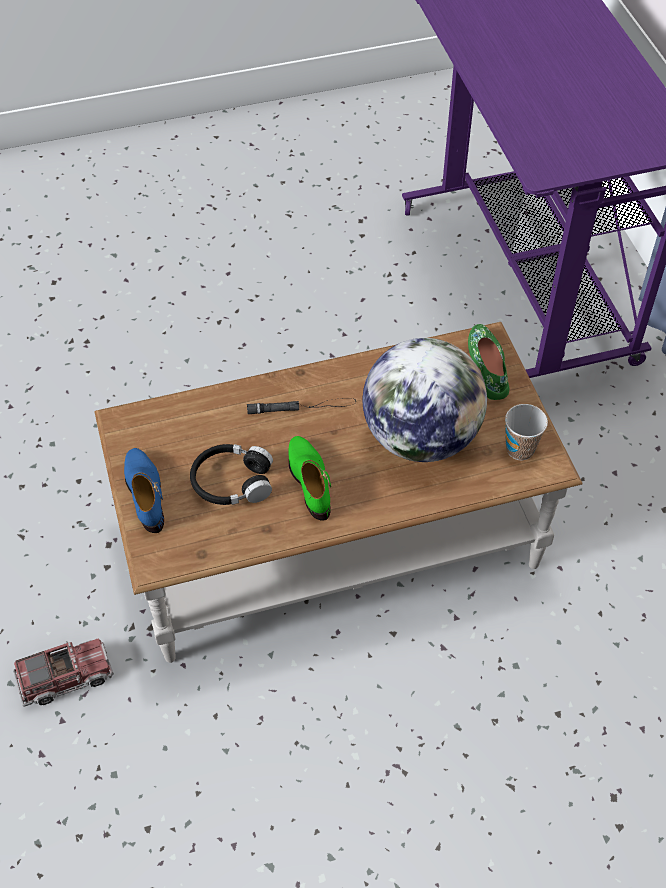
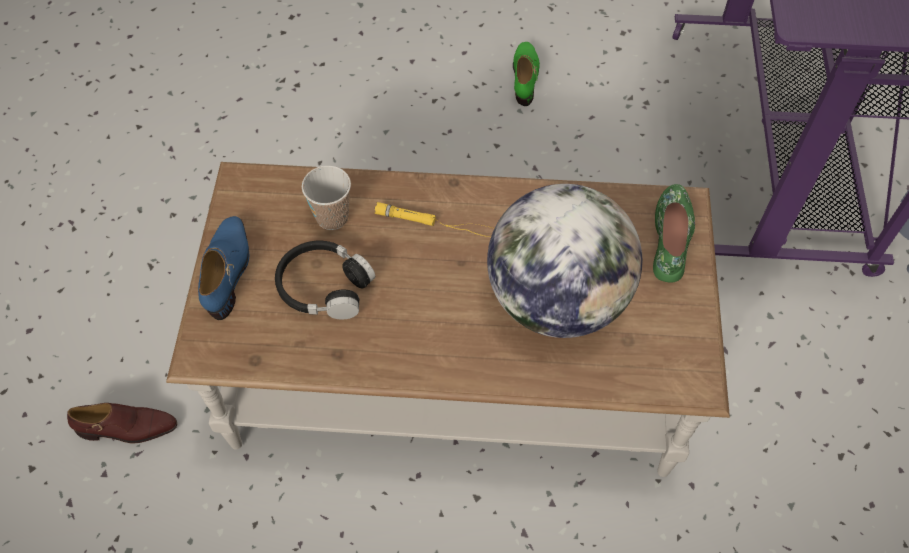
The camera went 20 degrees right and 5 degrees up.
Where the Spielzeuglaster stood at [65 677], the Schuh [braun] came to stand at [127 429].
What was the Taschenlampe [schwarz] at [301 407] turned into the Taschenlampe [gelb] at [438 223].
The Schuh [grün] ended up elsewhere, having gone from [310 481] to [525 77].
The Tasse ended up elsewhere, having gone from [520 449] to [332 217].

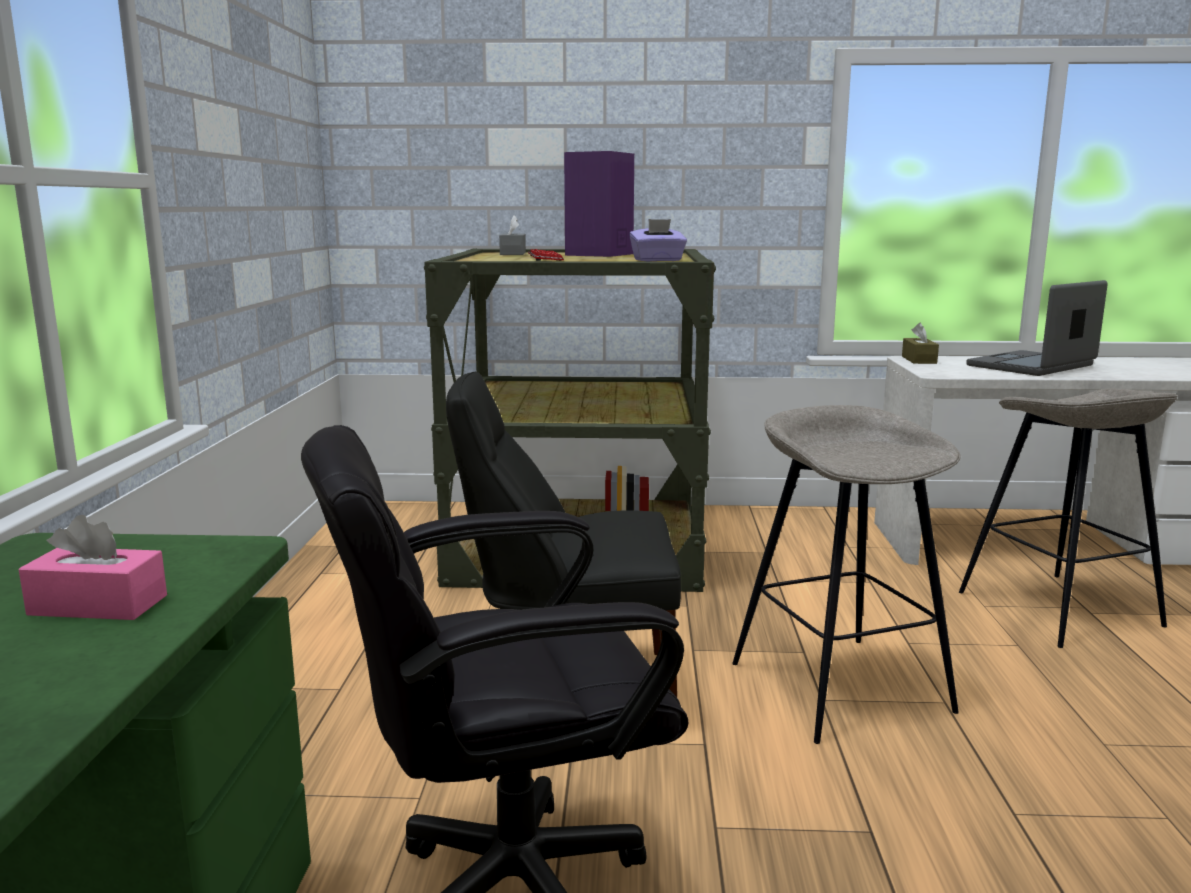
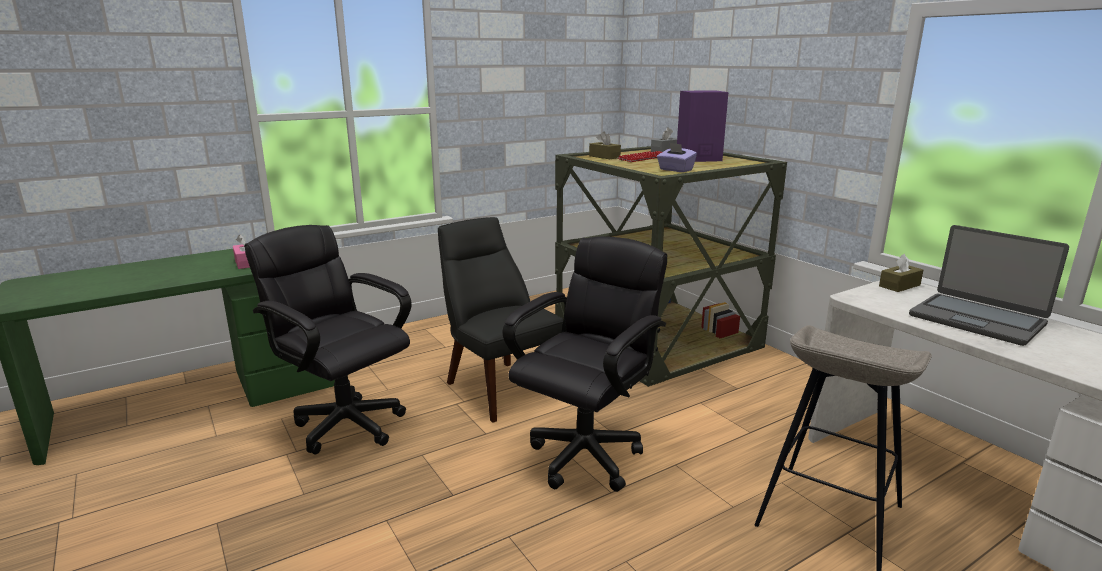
The camera went 55 degrees right and 5 degrees up.
Where the Hocker [grau] stood at [840 686], the Bürostuhl [schwarz] came to stand at [587 454].
The Laptop at [1032 366] ended up facing another way, 150 degrees counterclockwise from before.
The second view gained the Taschentuchbox [braun] at [604 157].

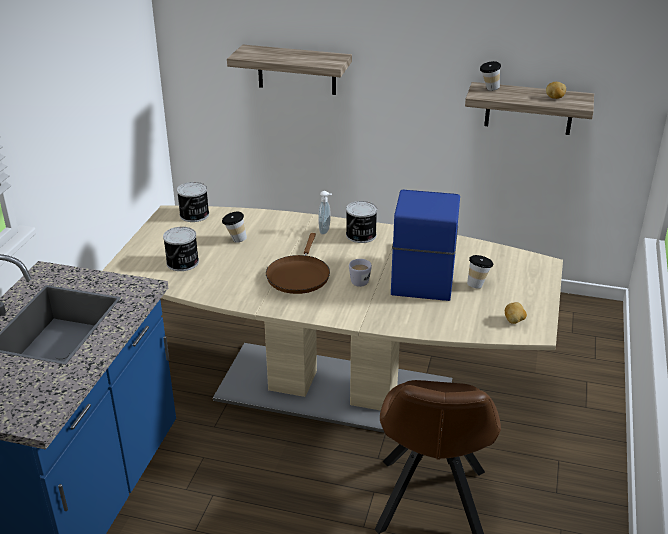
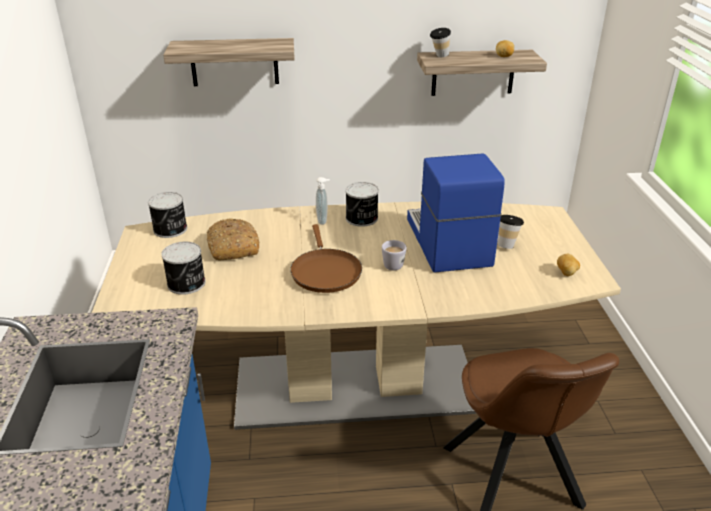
The camera went 20 degrees left and 0 degrees up.
Where the Tasse stood at [235 240], the Brot came to stand at [232 247].

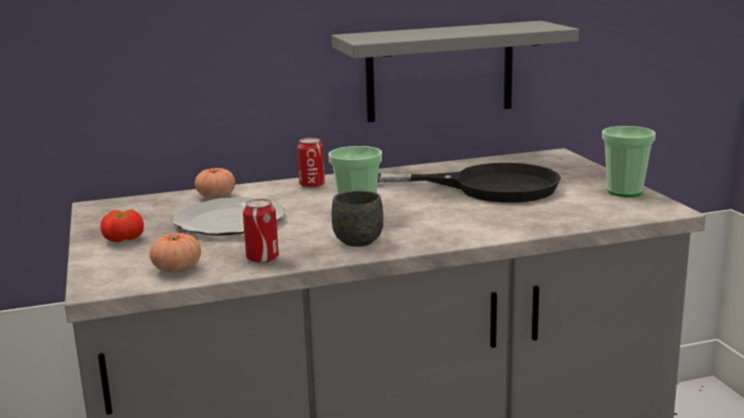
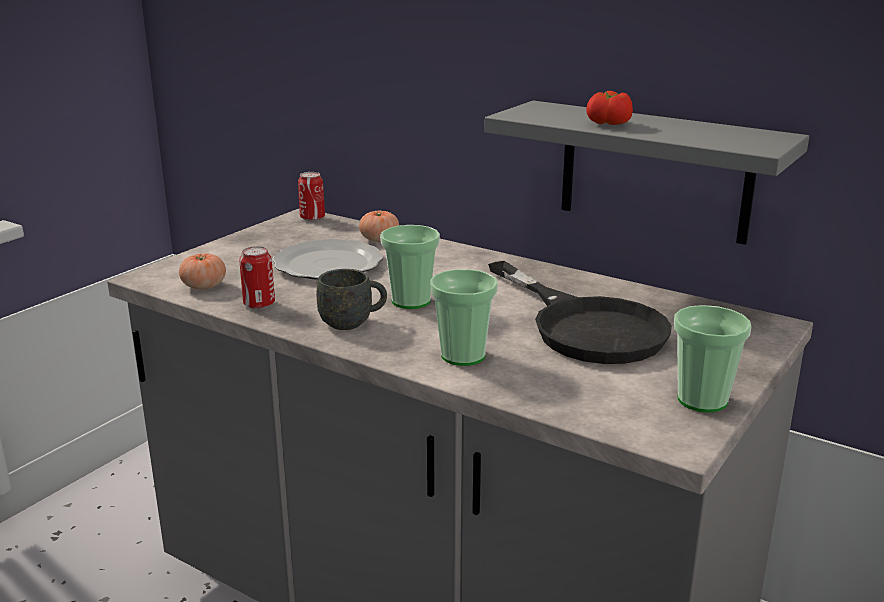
The camera went 50 degrees right and 5 degrees up.
The Tomate ended up elsewhere, having gone from [122 240] to [607 124].
The Dose ended up elsewhere, having gone from [312 185] to [312 218].
The second view gained the Tasse at [463 355].

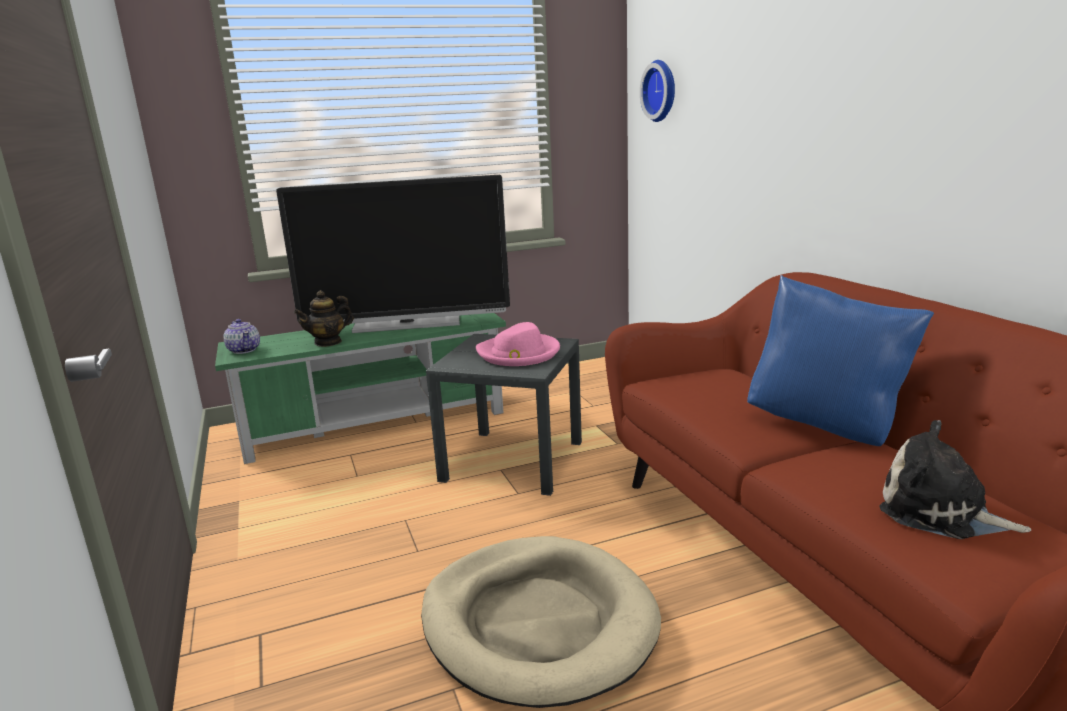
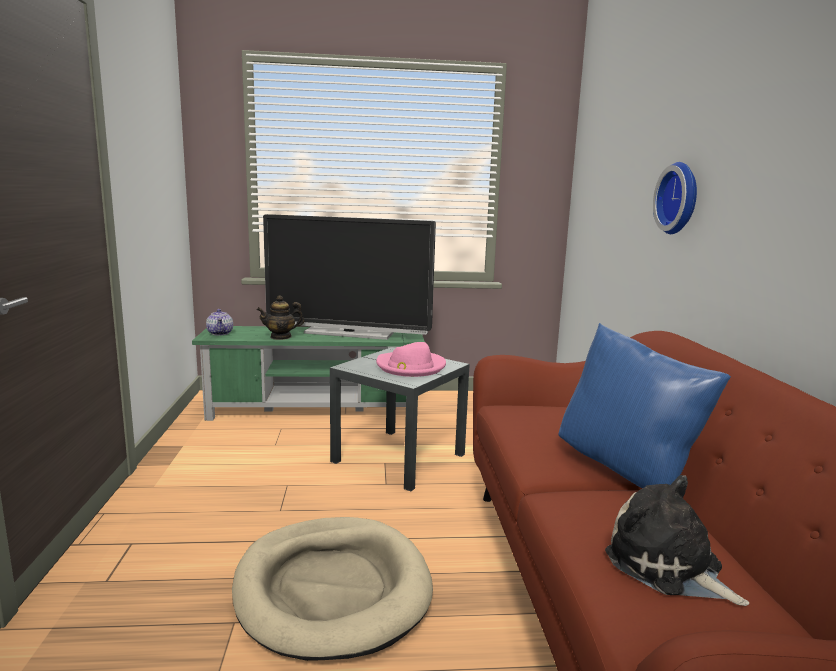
The camera went 15 degrees right and 5 degrees down.
The Wanduhr ended up elsewhere, having gone from [662 91] to [680 198].

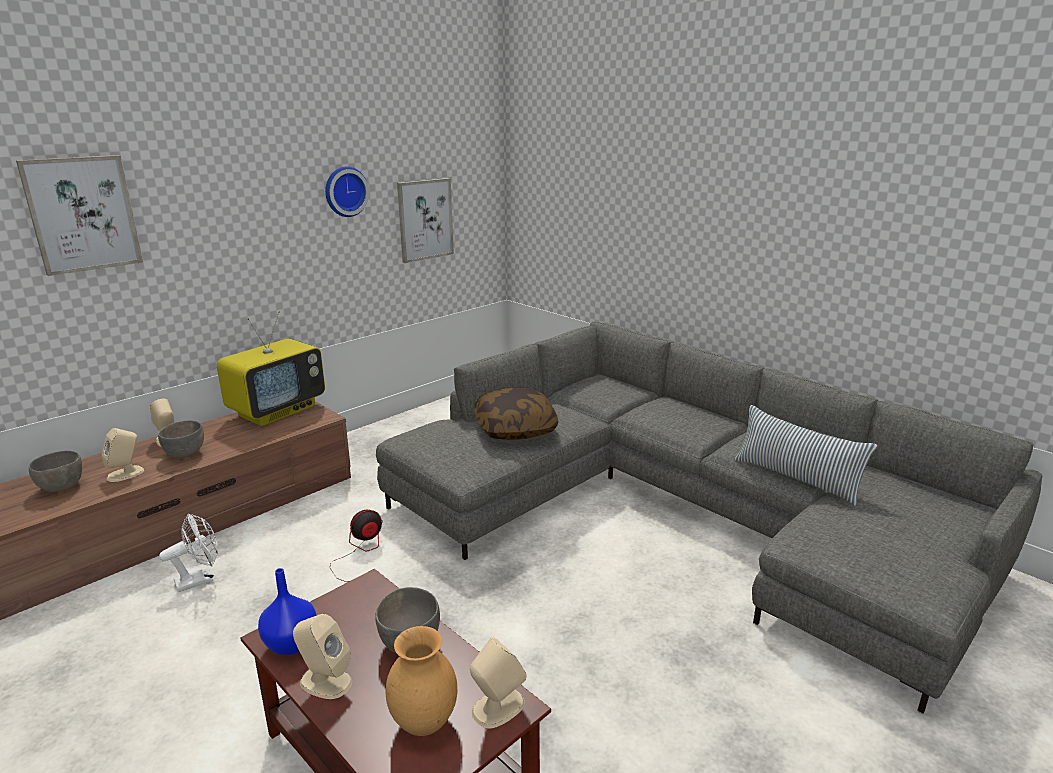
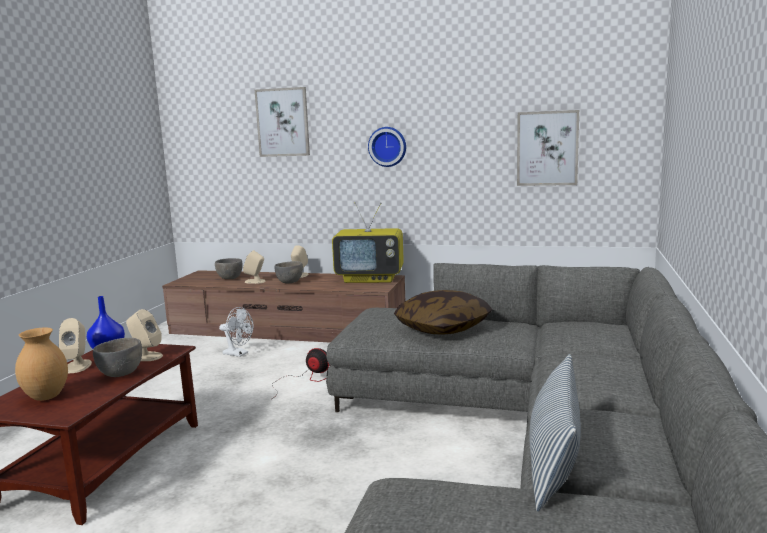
The camera went 60 degrees right and 10 degrees down.
The Wanduhr ended up elsewhere, having gone from [345 191] to [387 146].
The Lautsprecher [beige] ended up elsewhere, having gone from [497 707] to [146 356].

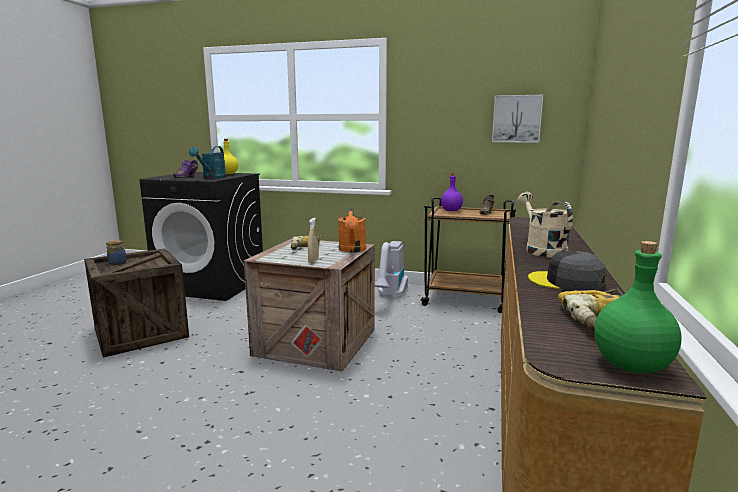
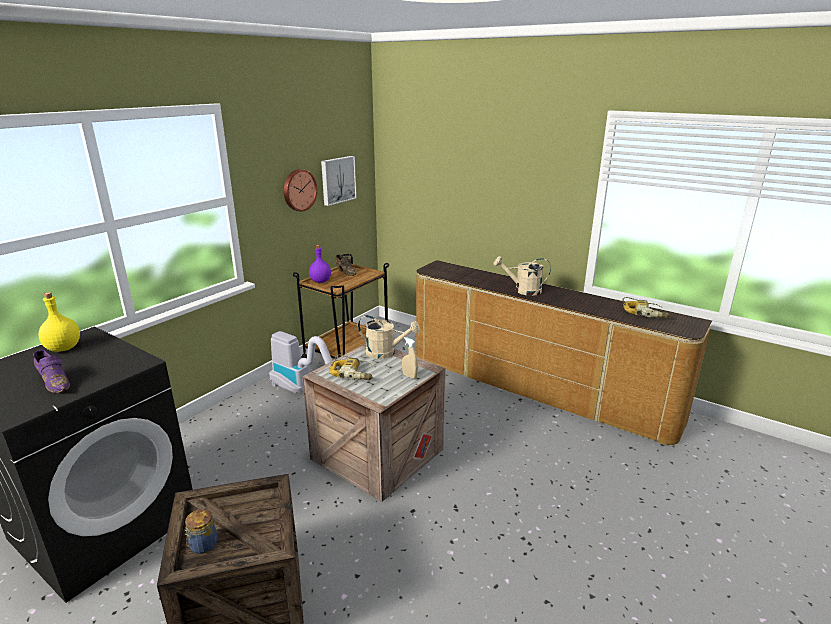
The camera went 70 degrees left and 10 degrees up.
The second view lost the Gießkanne [türkis] at [212 178].
What was the Gießkanne [orange] at [352 250] turned into the Gießkanne [beige] at [386 353].
The second view lost the Kappe [grau] at [566 282].
The second view lost the Flasche [grün] at [629 365].
The second view gained the Wanduhr at [299 190].

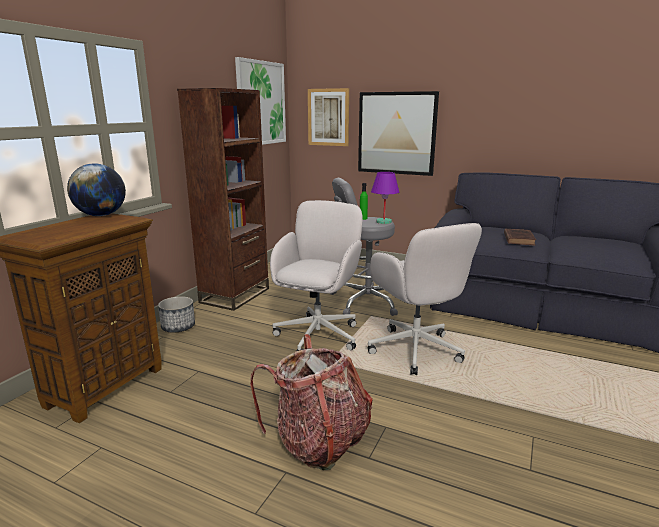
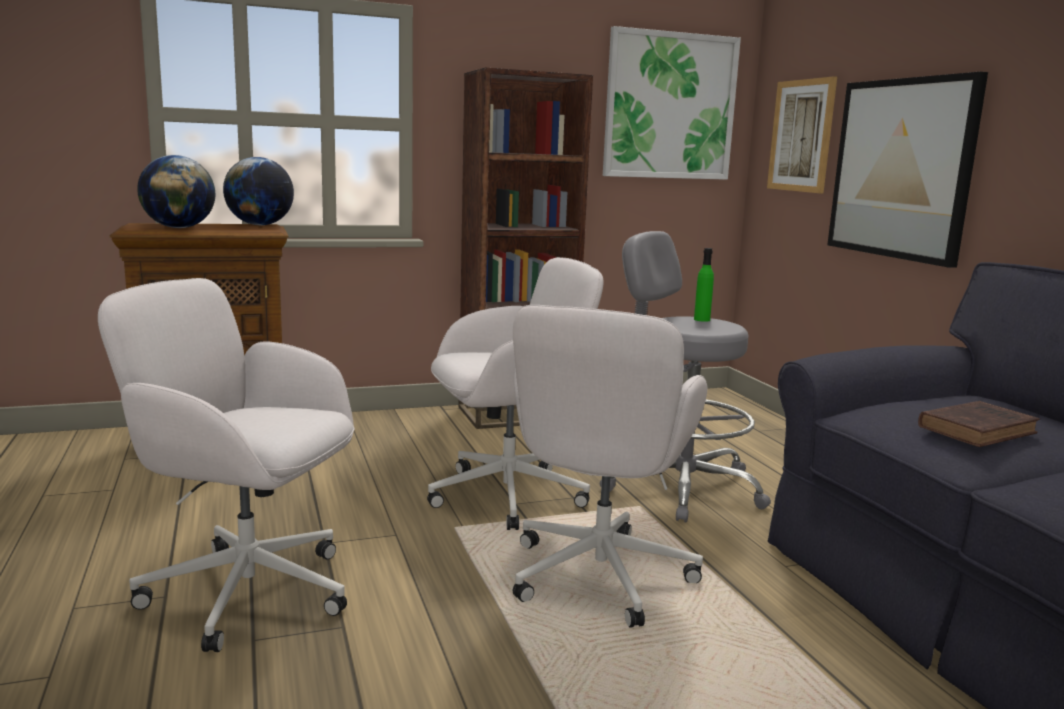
The camera went 45 degrees right and 5 degrees down.
The second view lost the Pflanzkübel at [178 327].
Where the Rucksack stood at [318 441], the Bürostuhl [weiß] came to stand at [250 592].
The second view lost the Tischlampe [lila] at [383 222].
The second view gained the Globus at [179 227].

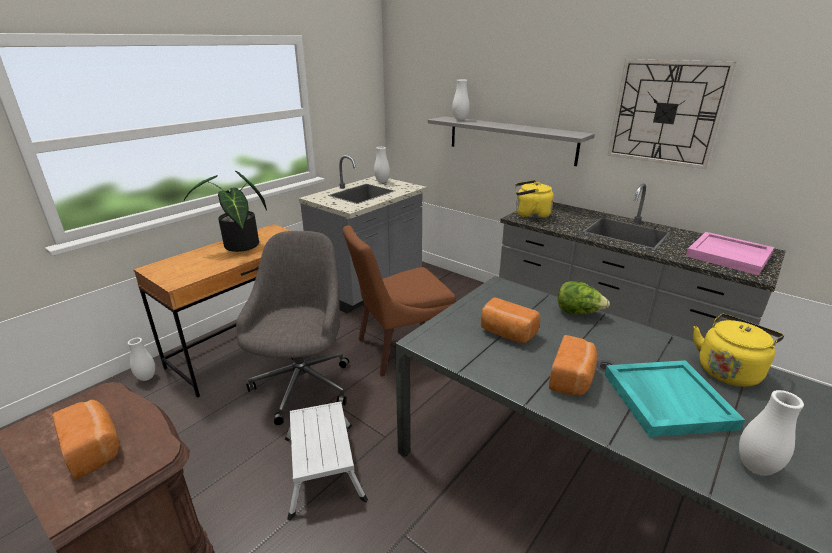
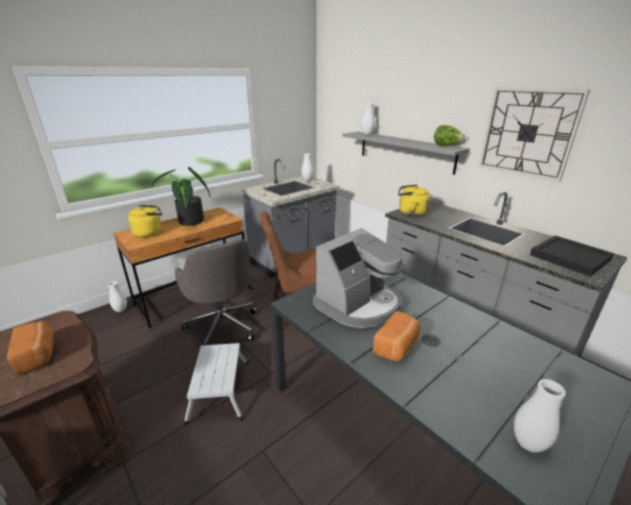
The camera went 10 degrees right and 0 degrees up.
The Bürostuhl [grau] at [302 385] ended up facing another way, 135 degrees clockwise from before.
Where the Brot stood at [506 333], the Kaffeemaschine came to stand at [359 304].
The Salatkopf ended up elsewhere, having gone from [578 313] to [446 146].
The second view lost the Tablett [türkis] at [666 399].
What was the Tablett [rosa] at [729 255] turned into the Tablett [schwarz] at [570 257].
The Wasserkessel [gelb] ended up elsewhere, having gone from [728 370] to [149 232].

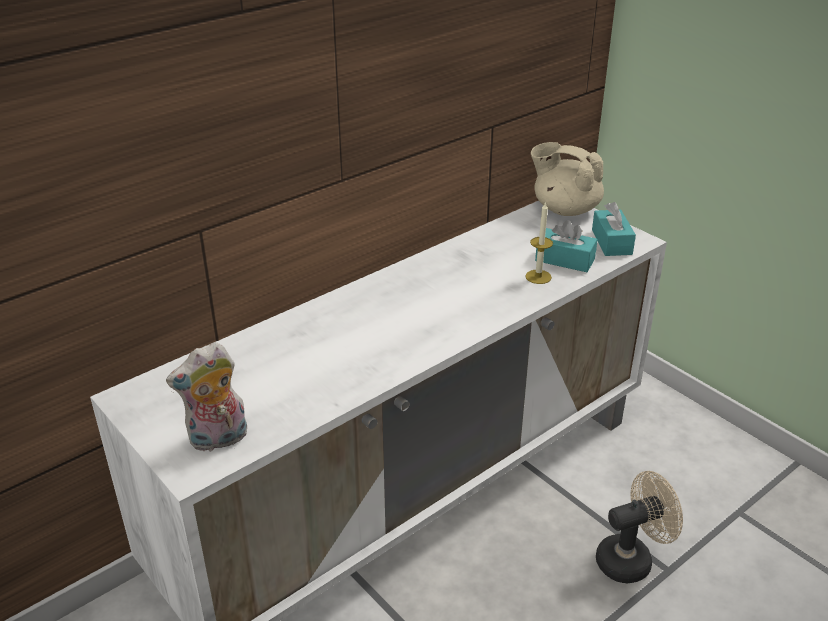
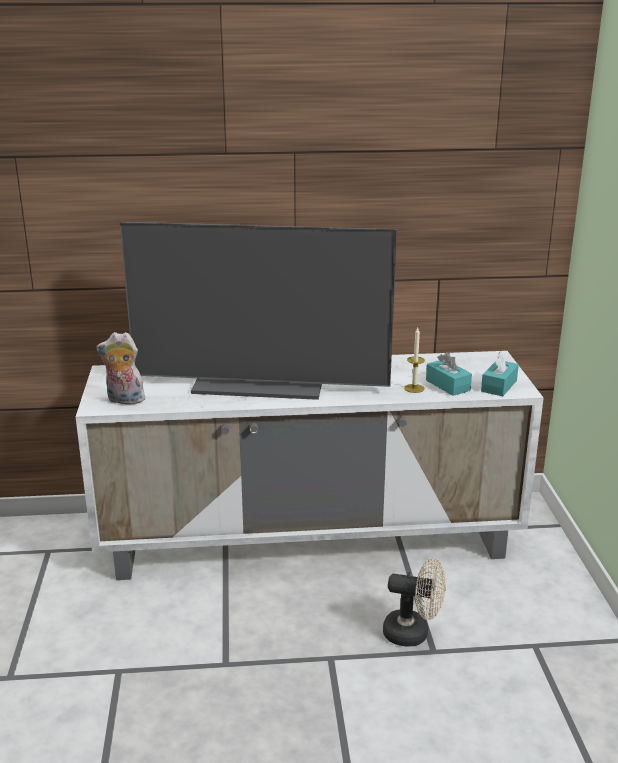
The camera went 35 degrees right and 10 degrees down.
The second view lost the Teekanne [beige] at [565 209].
The second view gained the Fernseher at [261 383].

